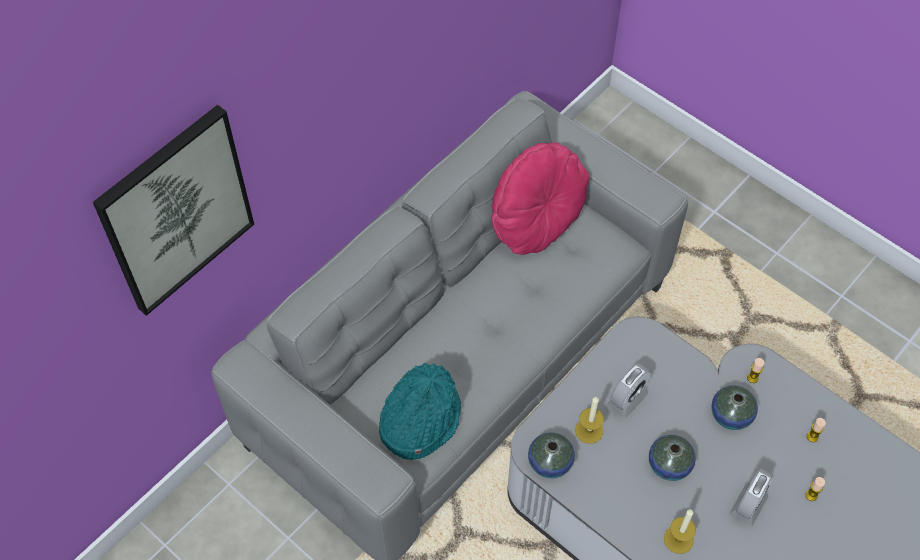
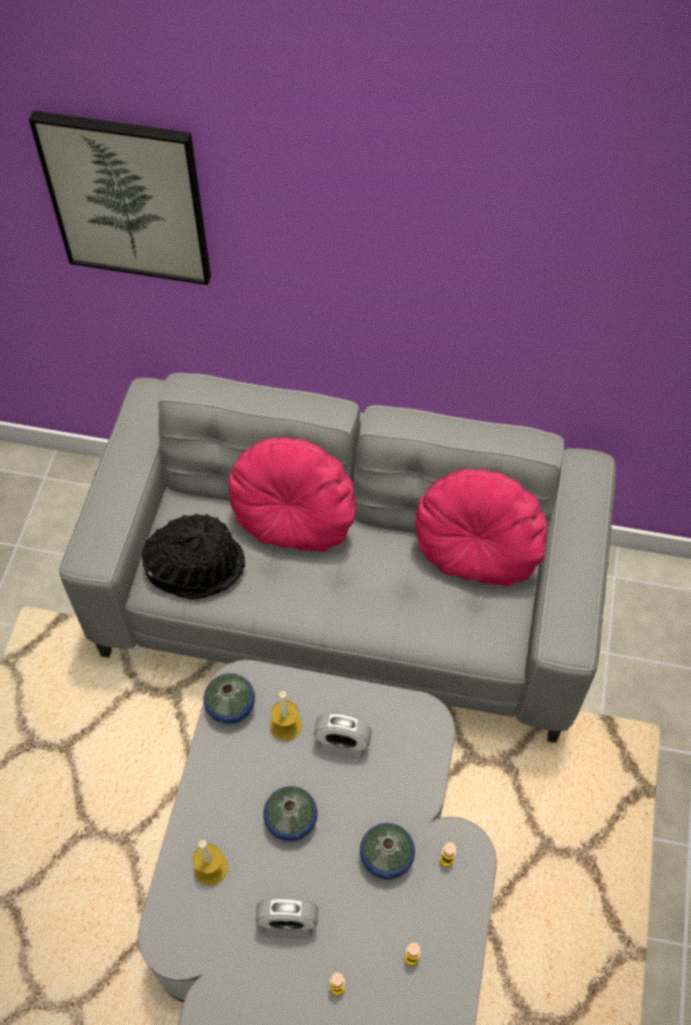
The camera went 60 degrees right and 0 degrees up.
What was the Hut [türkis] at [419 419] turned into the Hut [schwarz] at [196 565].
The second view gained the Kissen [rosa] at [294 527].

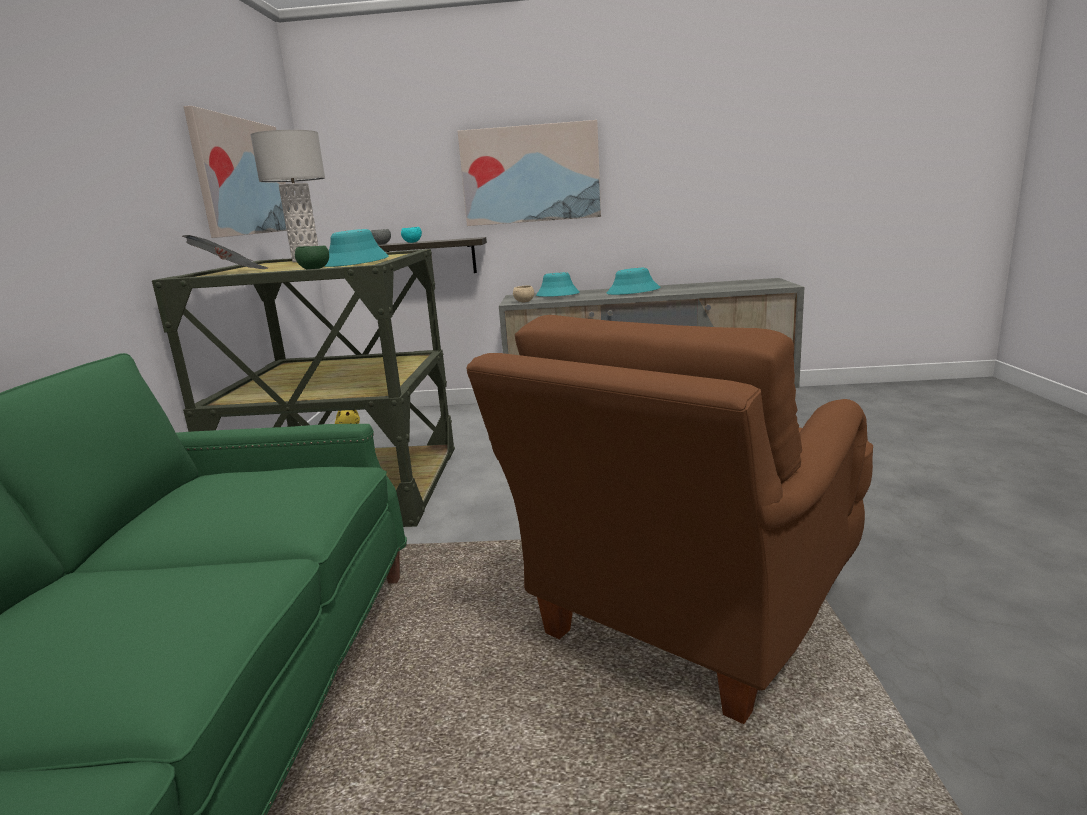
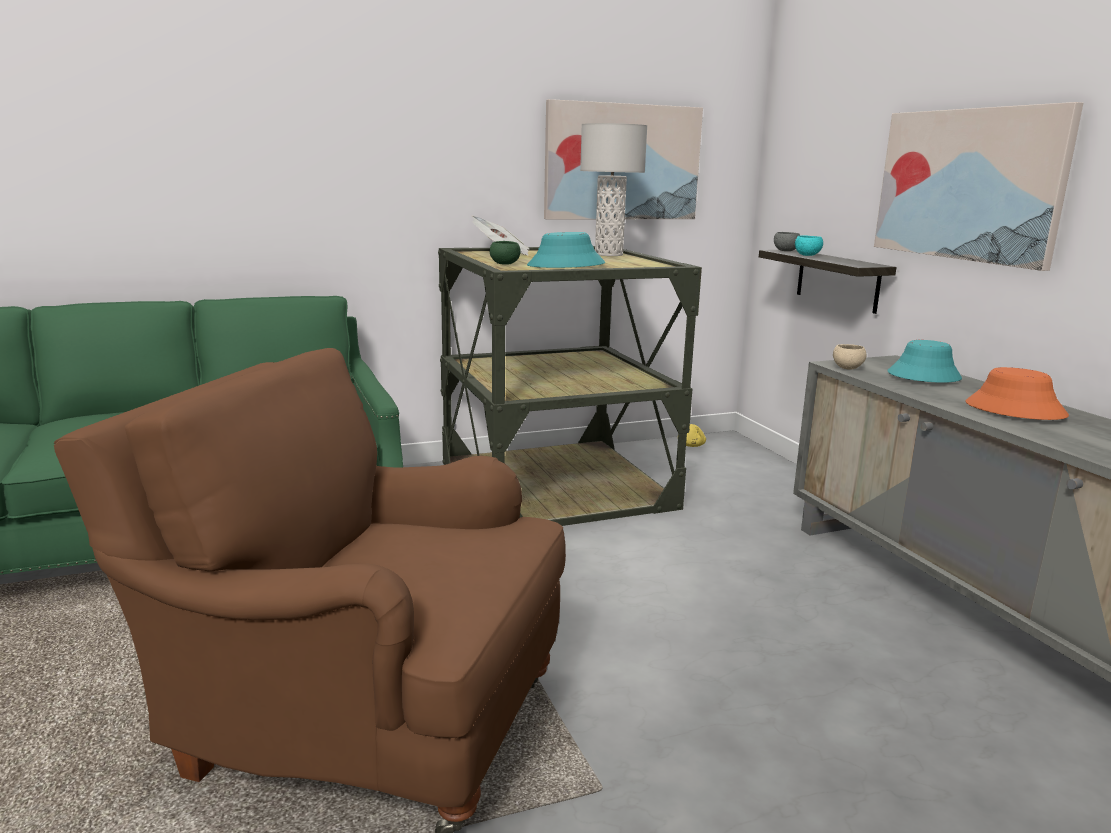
The camera went 65 degrees right and 0 degrees up.
What was the Hut [türkis] at [633 291] turned into the Hut [orange] at [1014 410].

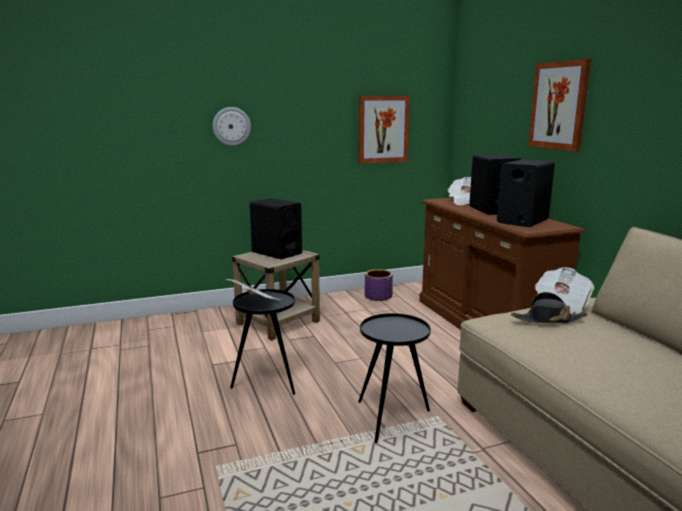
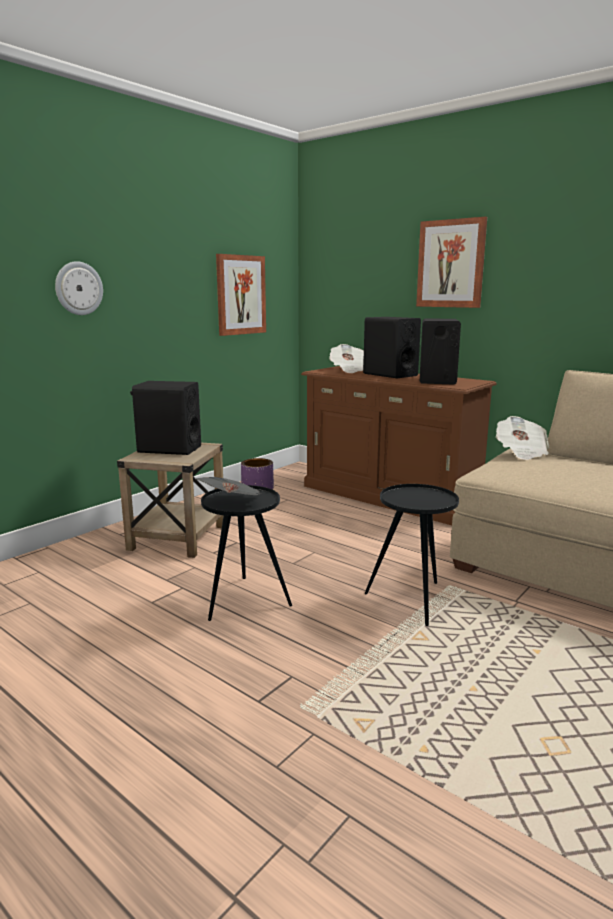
The camera went 30 degrees left and 0 degrees up.
The second view lost the Hut [schwarz] at [548 319].

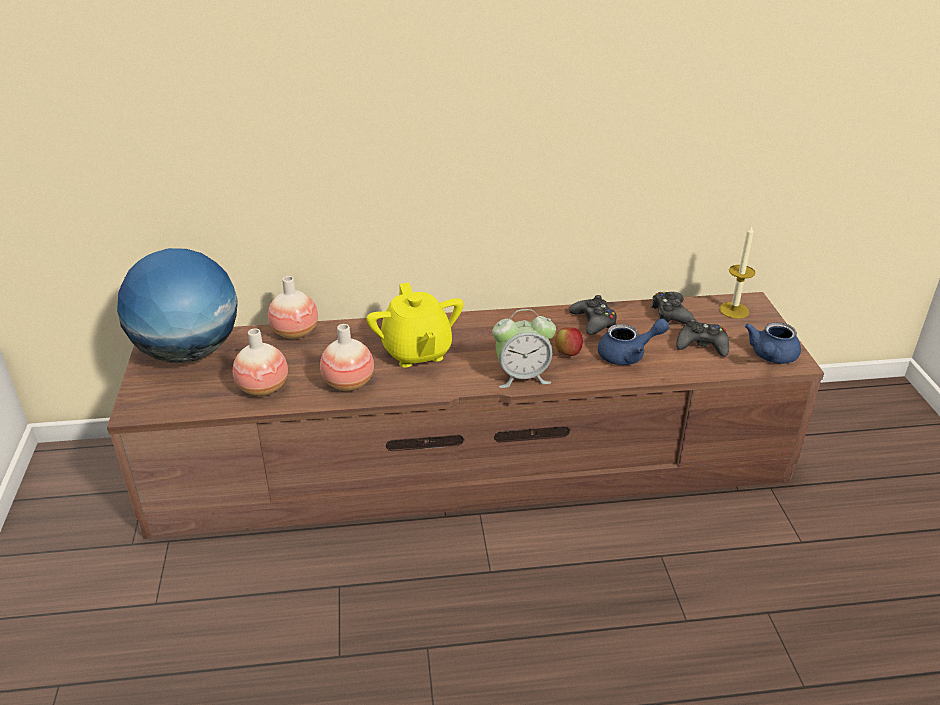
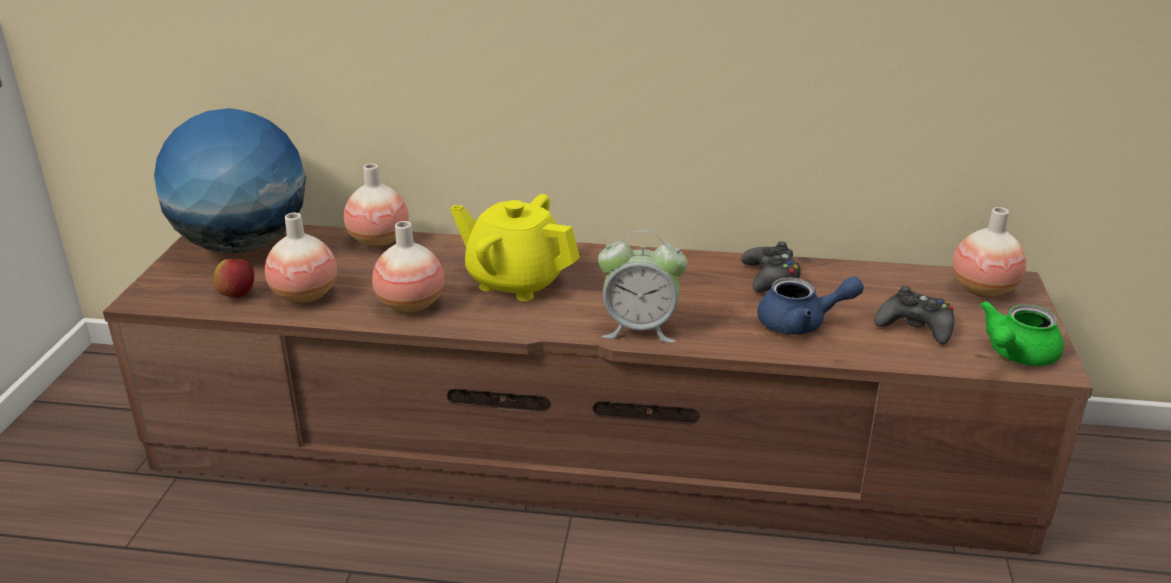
The camera went 15 degrees right and 5 degrees down.
The Teekanne [gelb] at [417 352] ended up facing another way, 120 degrees clockwise from before.
The Apfel ended up elsewhere, having gone from [568 353] to [237 295].
The second view lost the Gamepad [schwarz] at [670 314].
Where the Kerze stood at [734 310], the Vase came to stand at [983 289].
What was the Teekanne [blau] at [771 357] turned into the Teekanne [grün] at [1015 355].

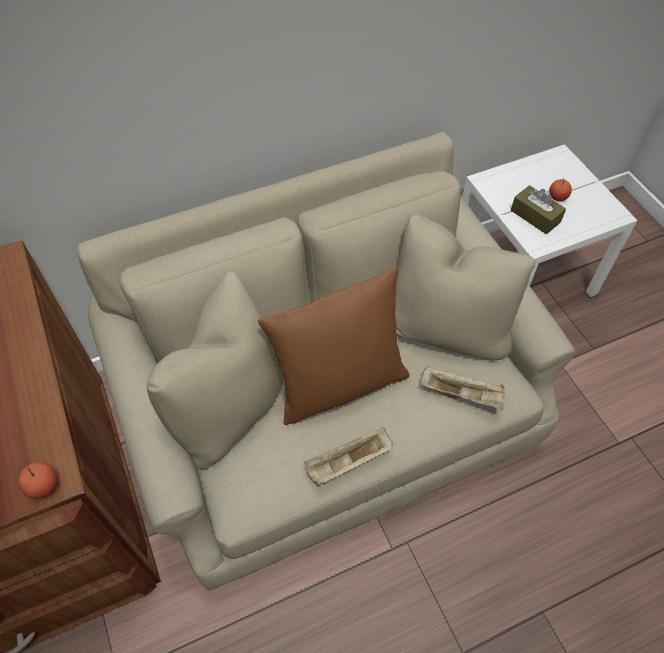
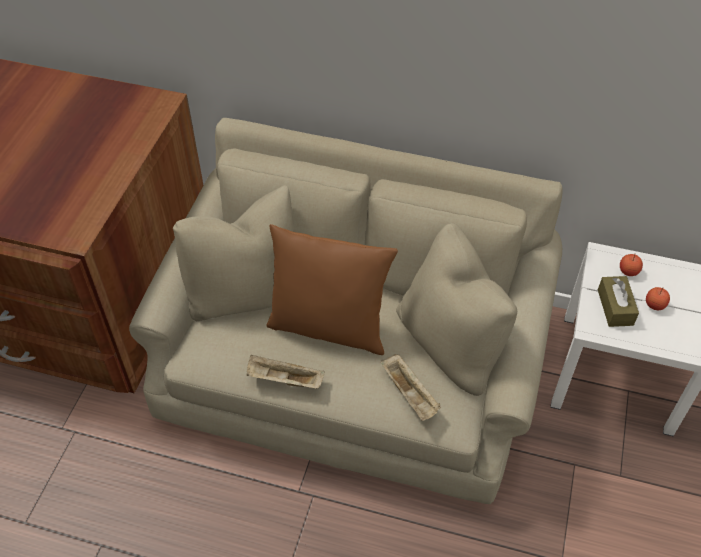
The camera went 40 degrees right and 5 degrees down.
The Apfel ended up elsewhere, having gone from [43 486] to [628 271].

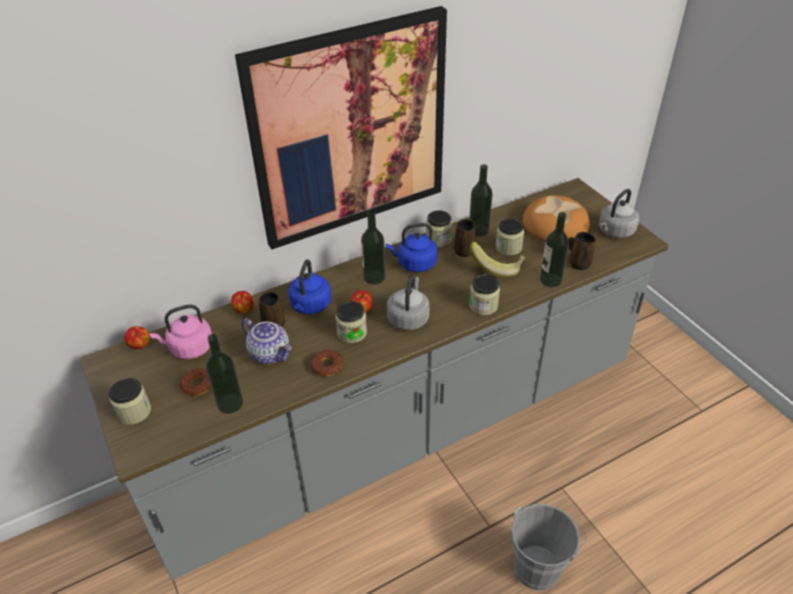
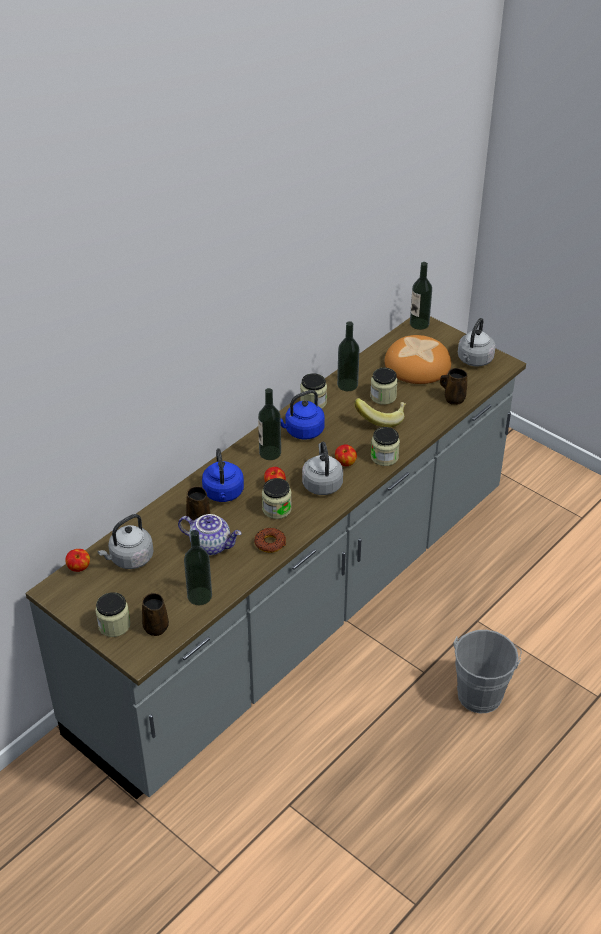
The camera went 20 degrees left and 0 degrees up.
What was the Wasserkessel [rosa] at [189 348] turned into the Wasserkessel [grau] at [129 559].
The second view lost the Donut at [197 385].
The Apfel ended up elsewhere, having gone from [243 310] to [345 463].
The second view lost the Bild at [350 130].
The Henkelbecher [braun] ended up elsewhere, having gone from [464 250] to [156 626].
The Flasche ended up elsewhere, having gone from [550 280] to [419 324].

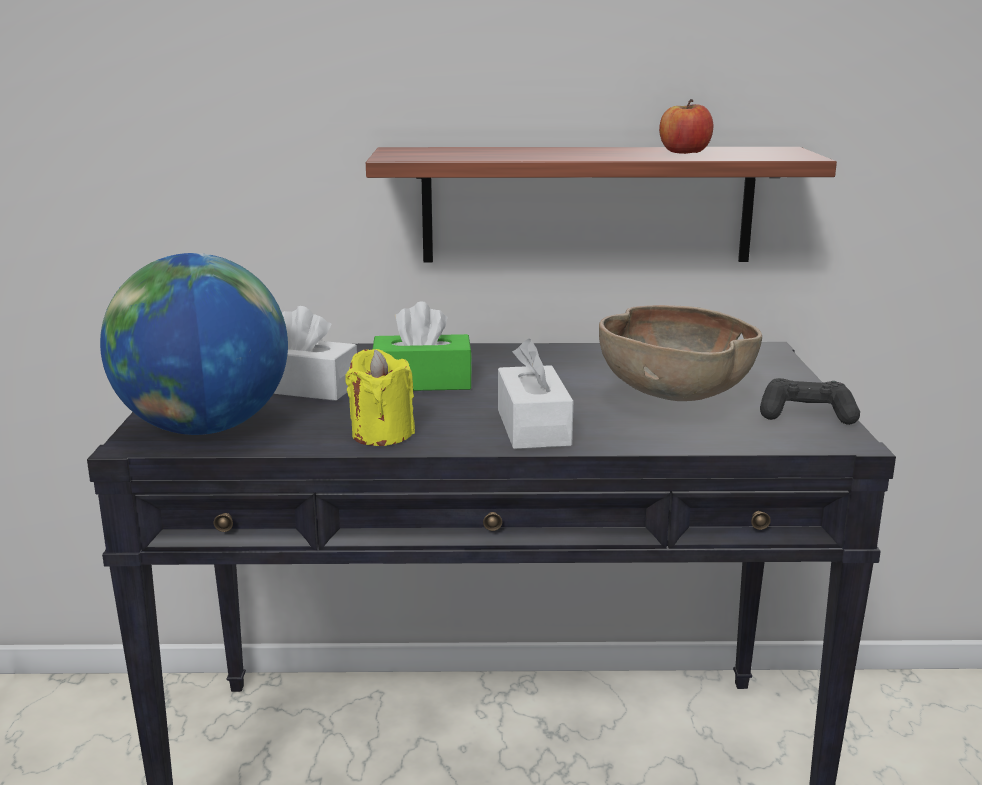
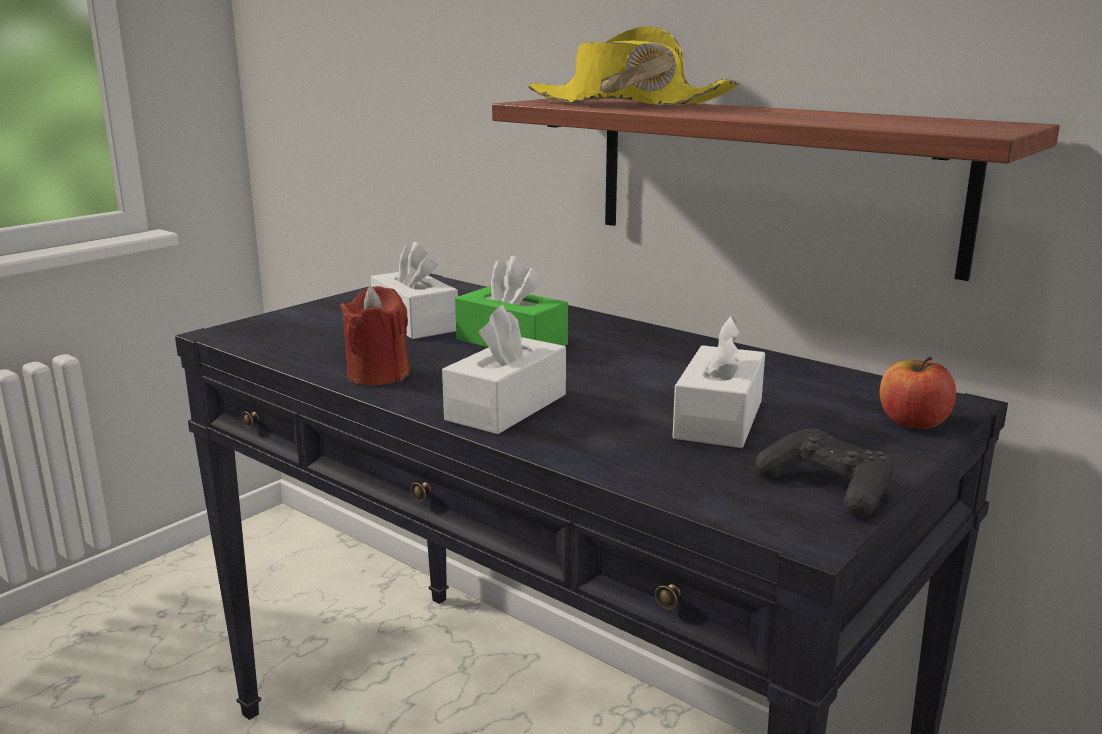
The camera went 40 degrees right and 0 degrees up.
The second view lost the Globus at [204 429].
What was the Kerze [gelb] at [381 434] turned into the Kerze [rot] at [378 375].
Where the Schüssel [braun] stood at [674 395], the Taschentuchbox [weiß] came to stand at [718 419].
The Apfel ended up elsewhere, having gone from [684 152] to [913 422].
The second view gained the Hut [gelb] at [627 104].

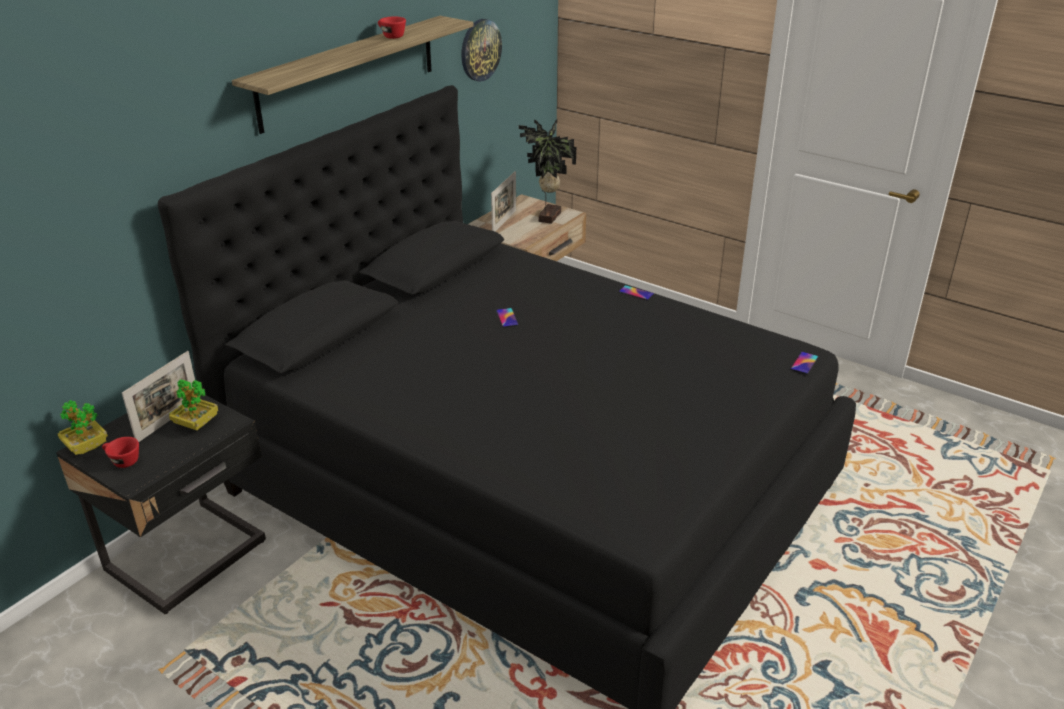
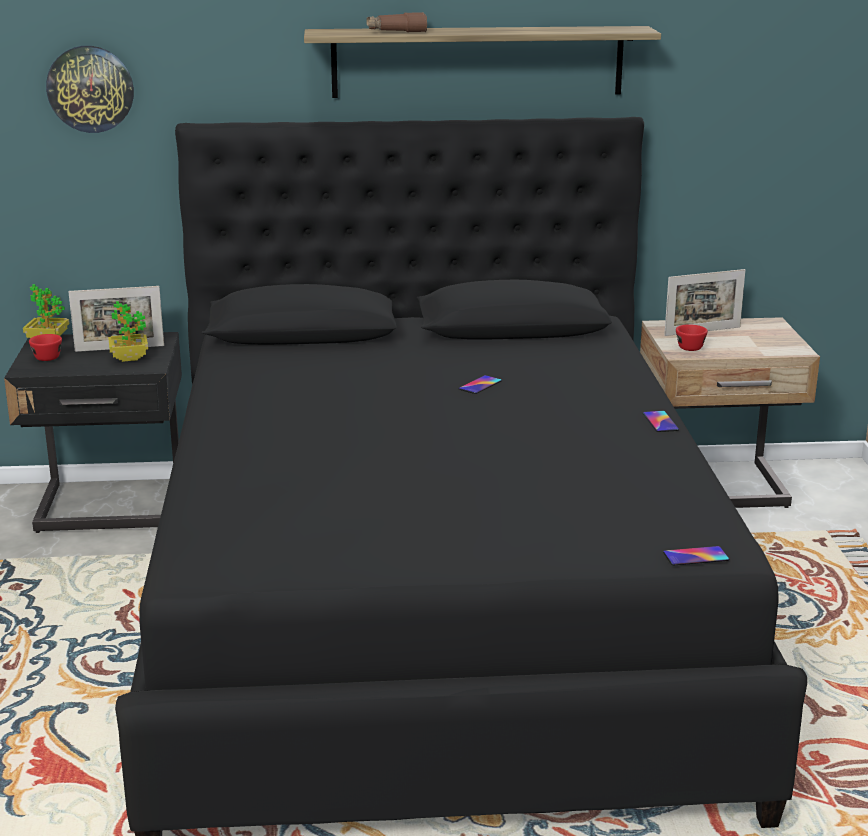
The camera went 50 degrees right and 10 degrees down.
The Tasse [rot] ended up elsewhere, having gone from [390 36] to [689 346].
The Wanduhr ended up elsewhere, having gone from [480 50] to [90 89].
The second view lost the Topfpflanze at [547 217].
The second view gained the Fernglas [braun] at [396 31].

